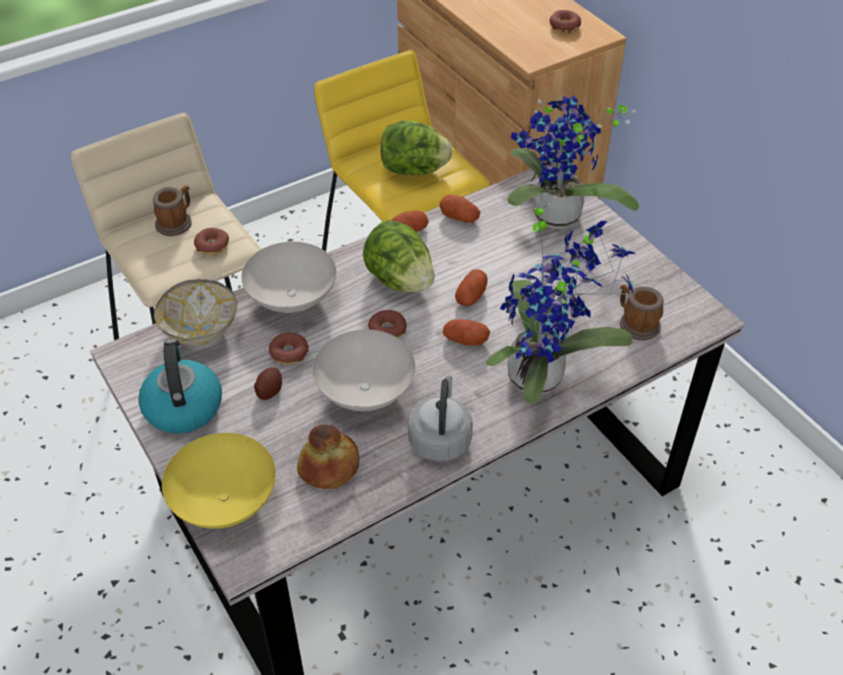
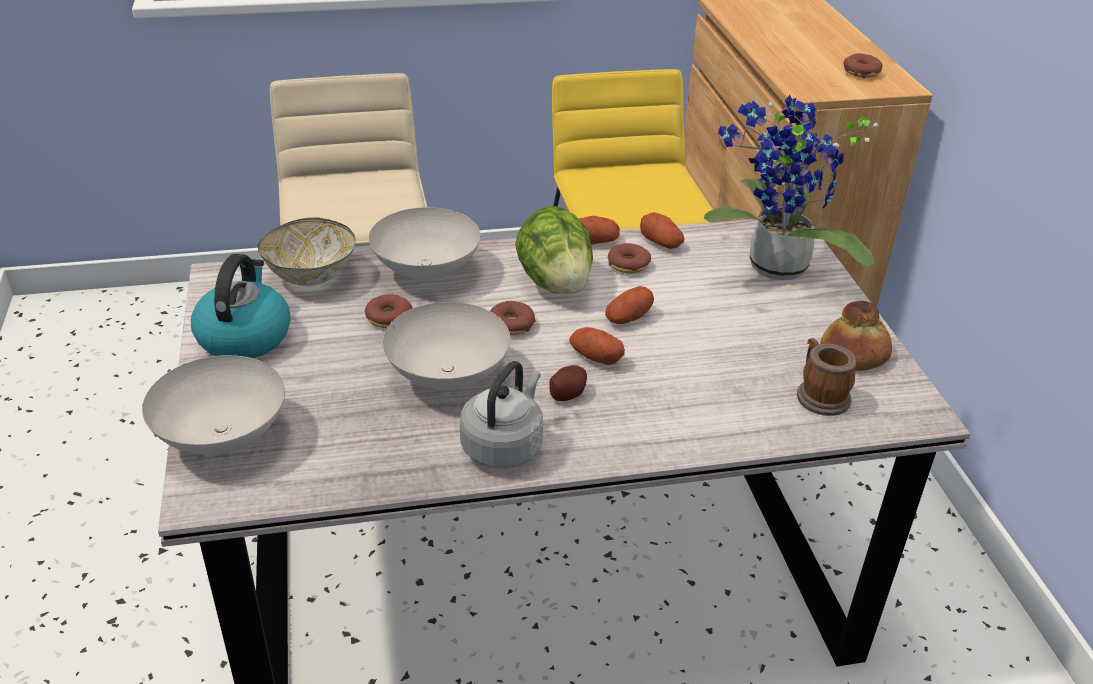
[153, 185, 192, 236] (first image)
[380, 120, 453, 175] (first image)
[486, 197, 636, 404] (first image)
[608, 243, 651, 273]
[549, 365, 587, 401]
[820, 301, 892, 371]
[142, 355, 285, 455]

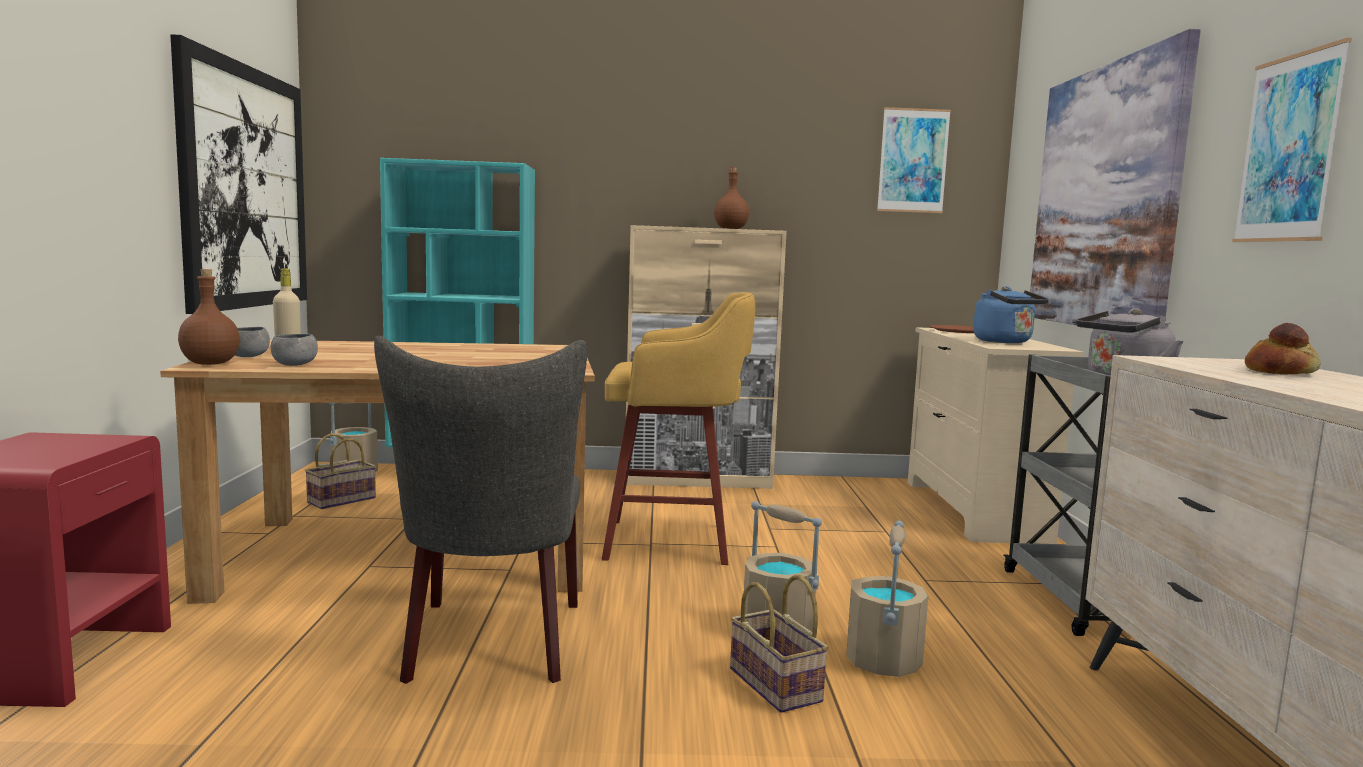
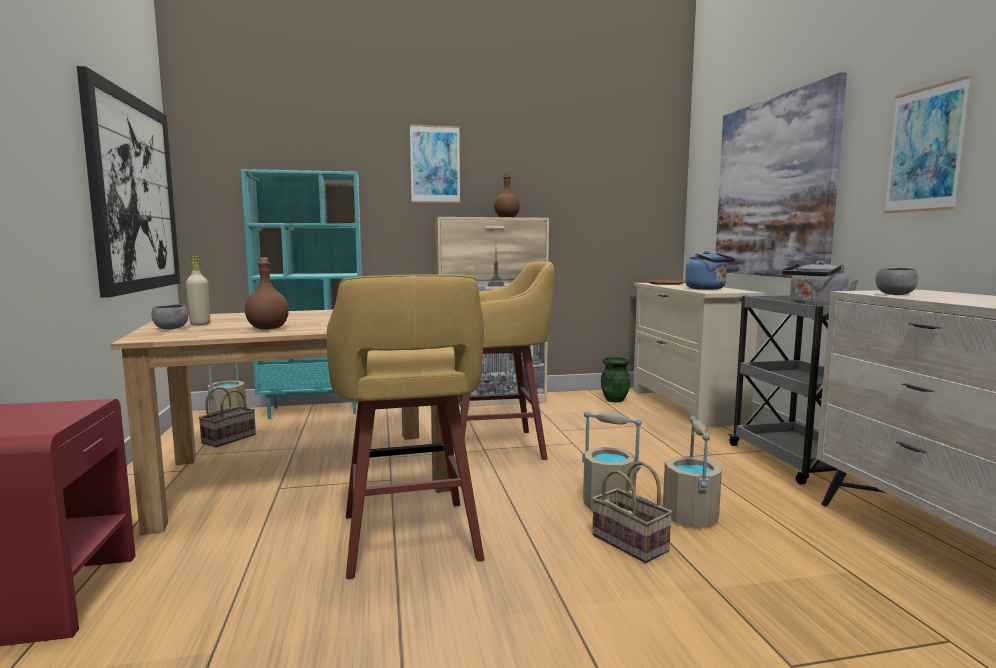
[1245, 323, 1321, 374] (first image)
[601, 357, 631, 402]
[245, 257, 289, 330]
[875, 268, 918, 295]
[410, 124, 460, 203]
[326, 274, 484, 579]

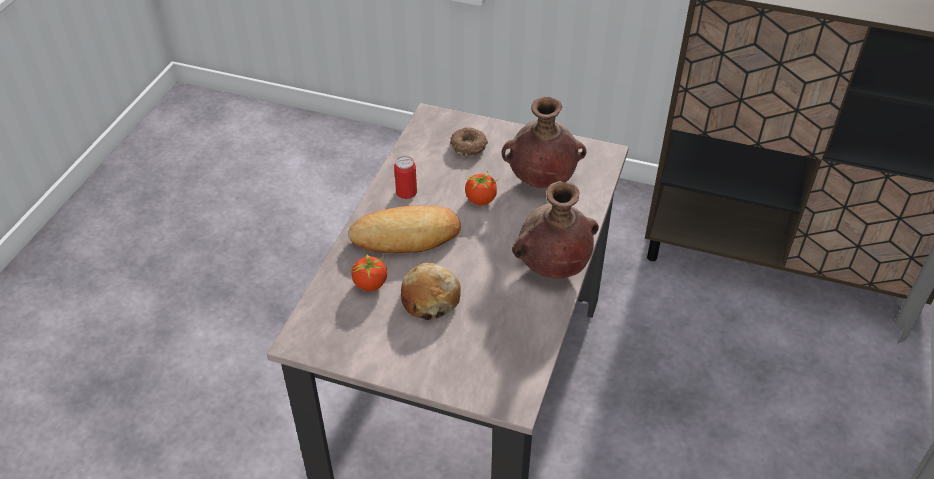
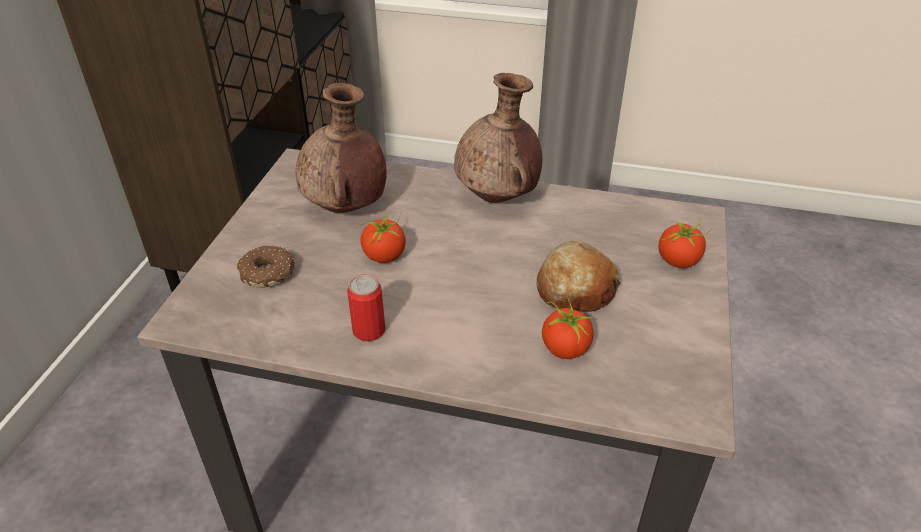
[348, 206, 461, 253] (first image)
[659, 218, 713, 268]

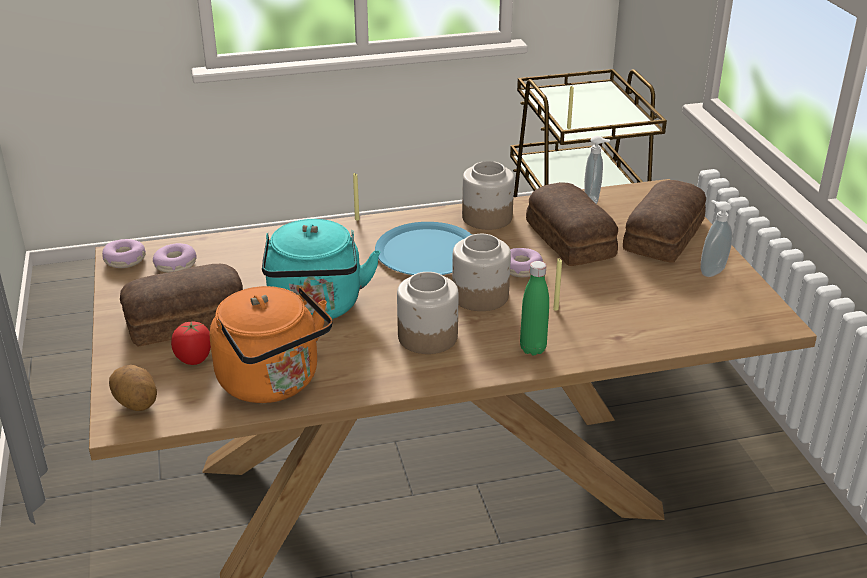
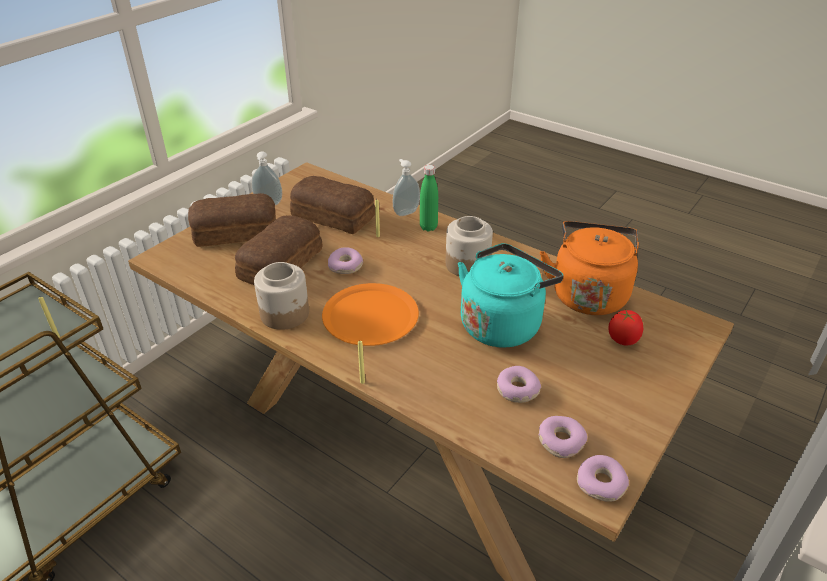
[109, 365, 157, 411] (first image)
[452, 234, 511, 311] (first image)
[497, 366, 541, 403]
[290, 176, 375, 234]
[393, 159, 420, 216]
[322, 283, 419, 346]

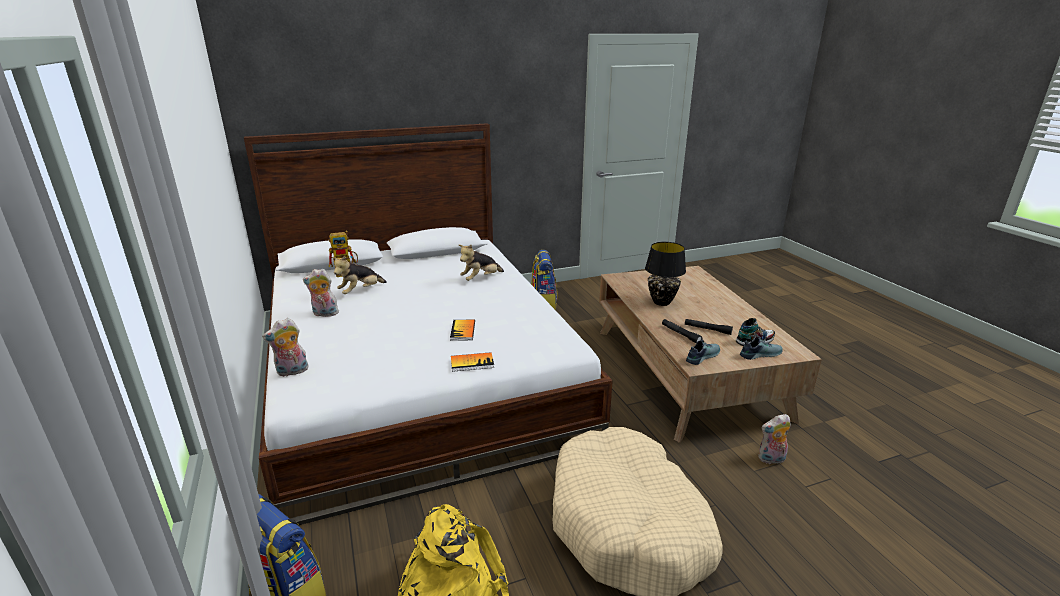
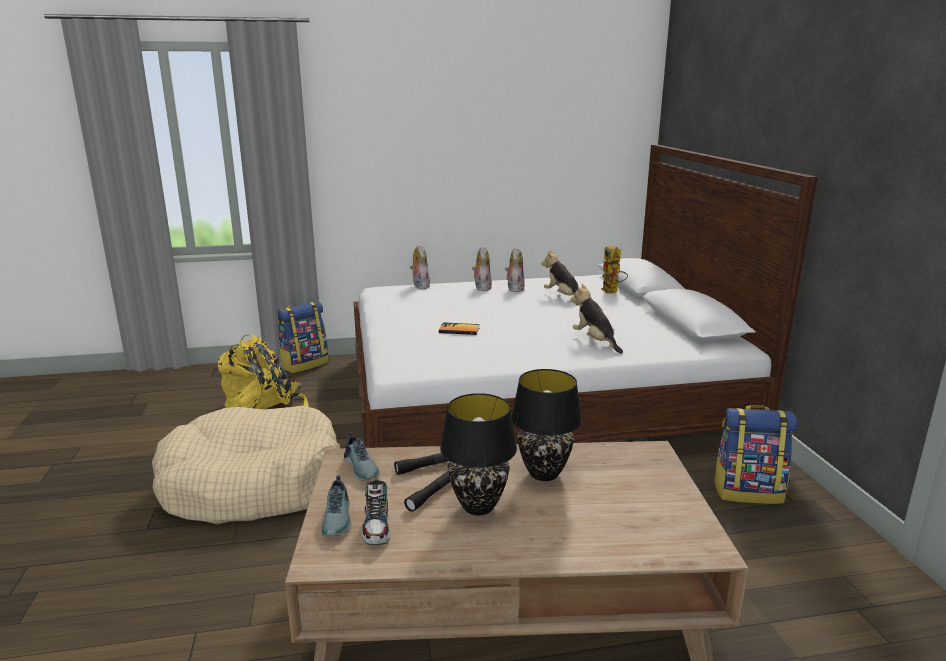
[451, 352, 494, 372] (first image)
[440, 393, 517, 515]
[472, 245, 492, 291]

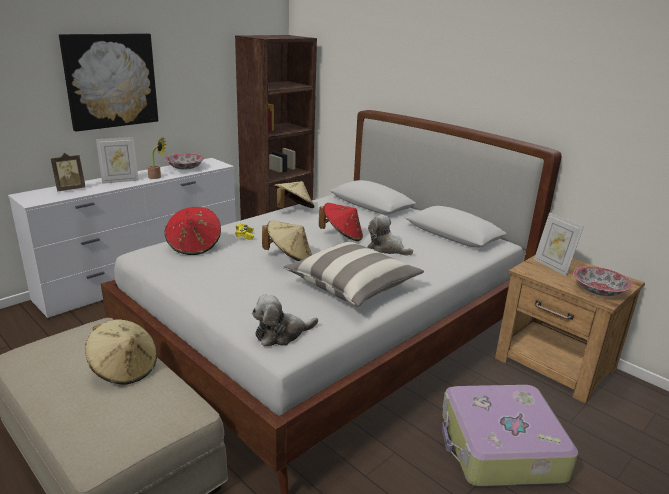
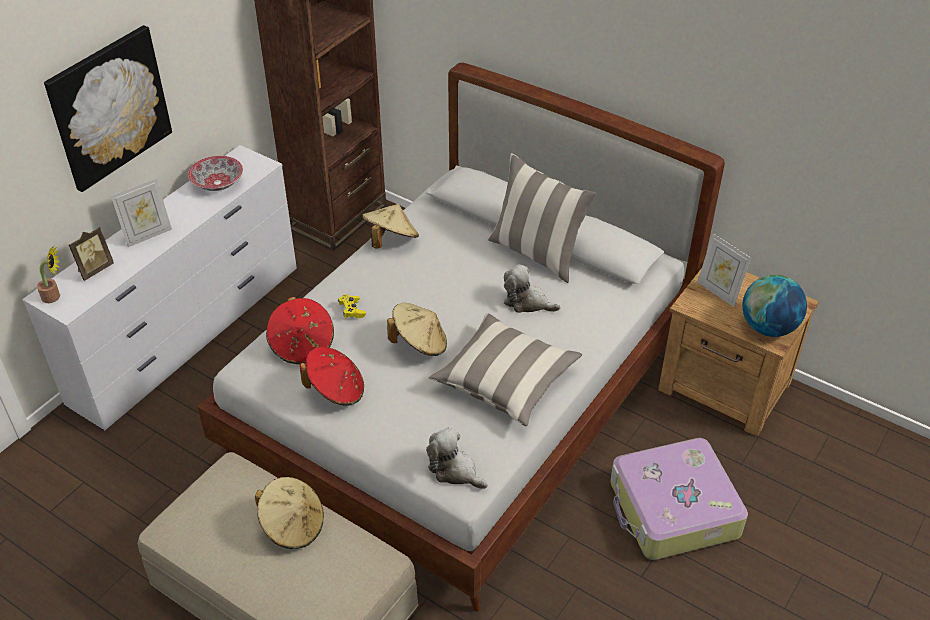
[488, 153, 596, 283]
[37, 245, 60, 303]
[300, 347, 364, 406]
[742, 275, 807, 337]
[426, 427, 488, 489]

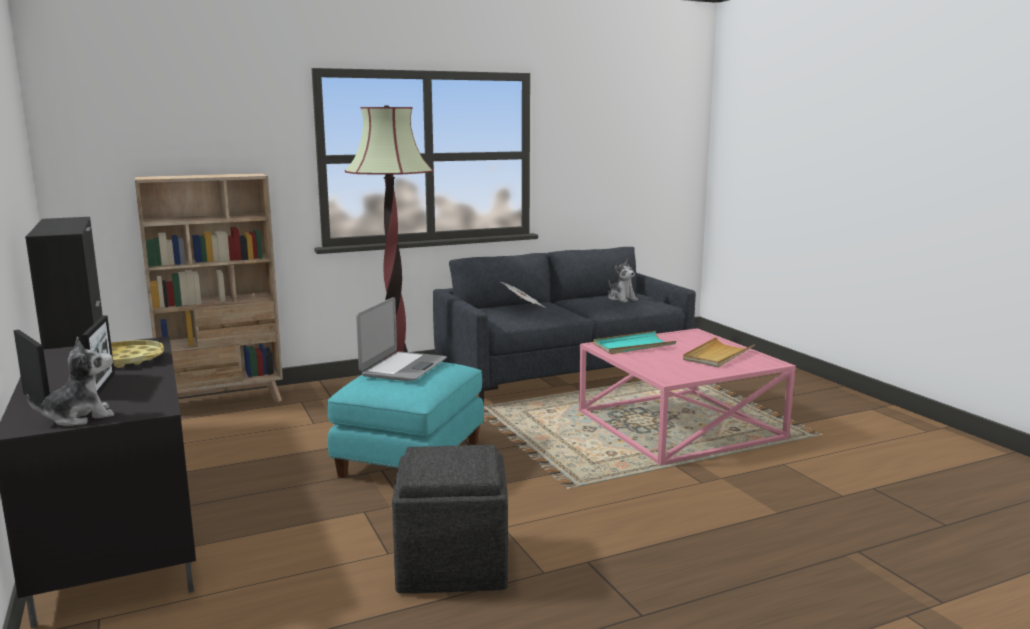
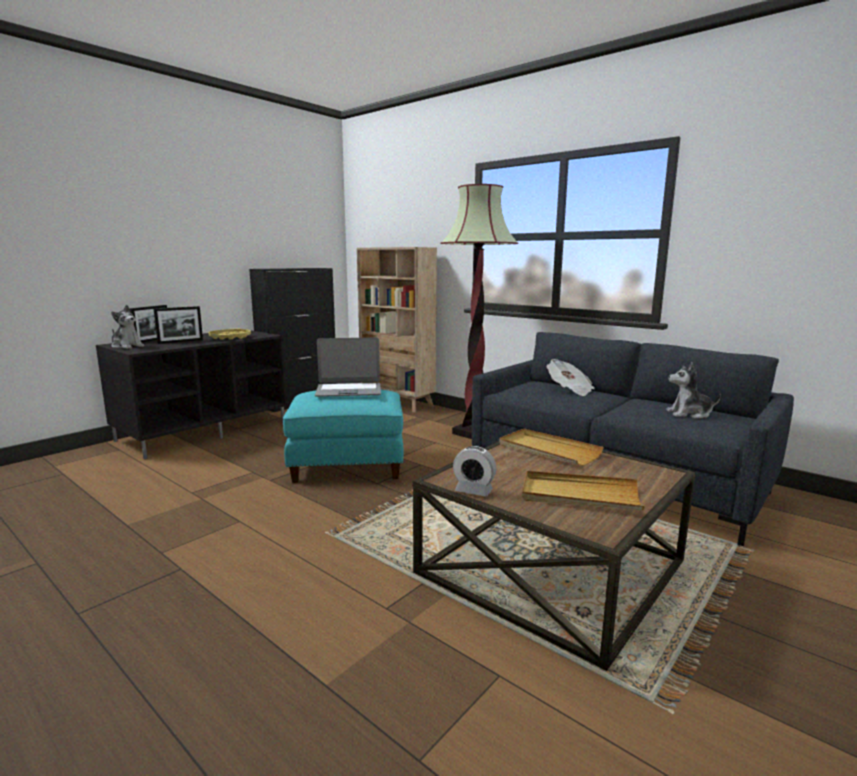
[392, 445, 508, 594] (first image)
[453, 446, 497, 497]
[413, 441, 696, 671]
[499, 429, 604, 466]
[666, 362, 721, 419]

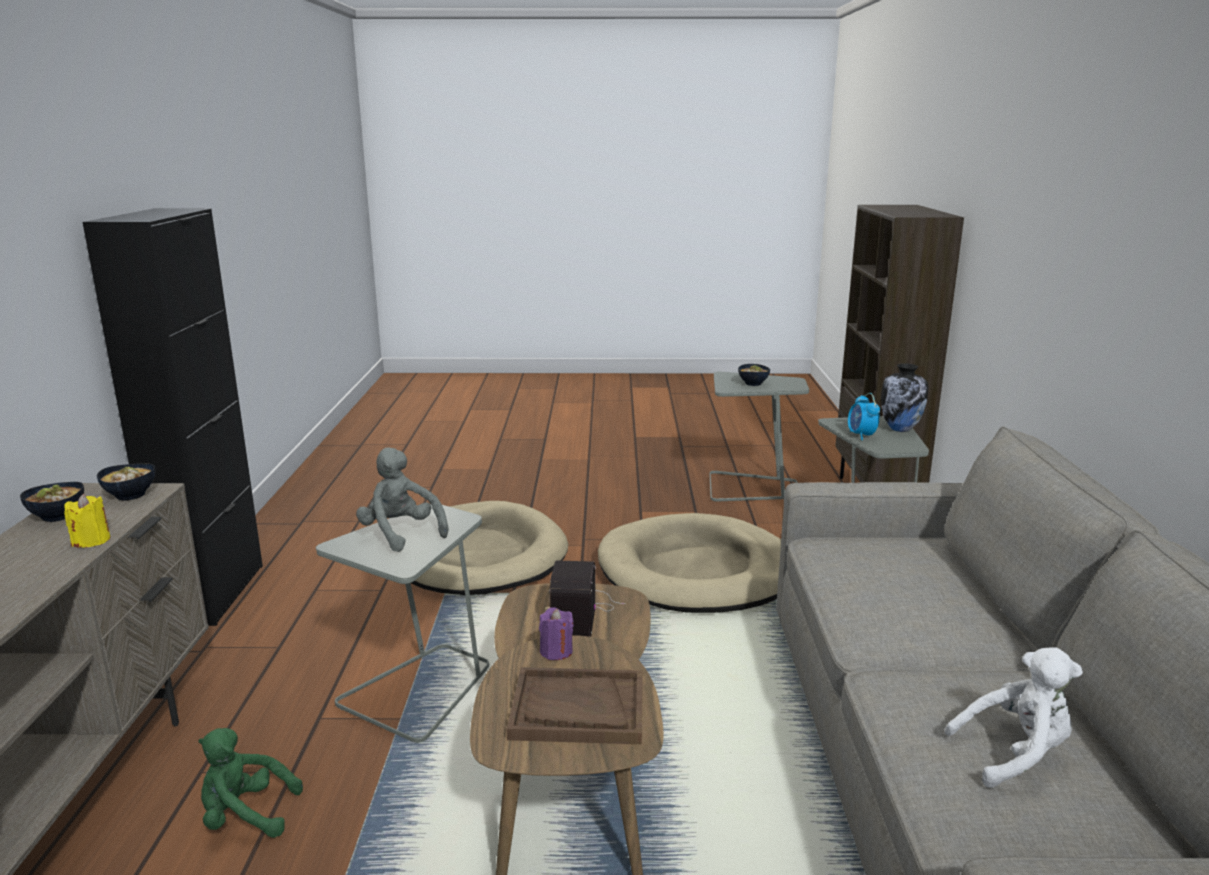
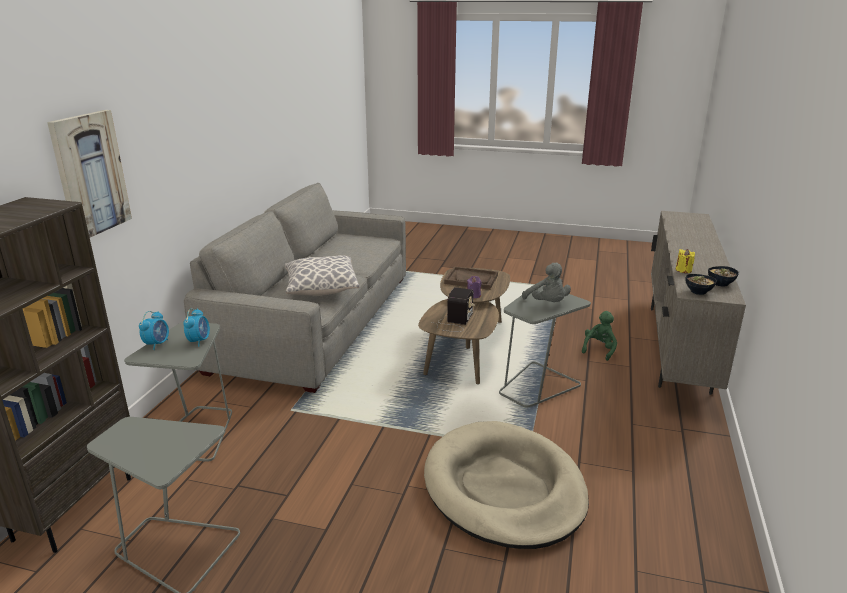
[83, 208, 263, 626] (first image)
[598, 513, 781, 613] (first image)
[738, 364, 770, 386] (first image)
[945, 647, 1083, 788] (first image)
[47, 110, 132, 238]
[285, 255, 360, 296]
[139, 311, 169, 350]
[582, 311, 617, 361]

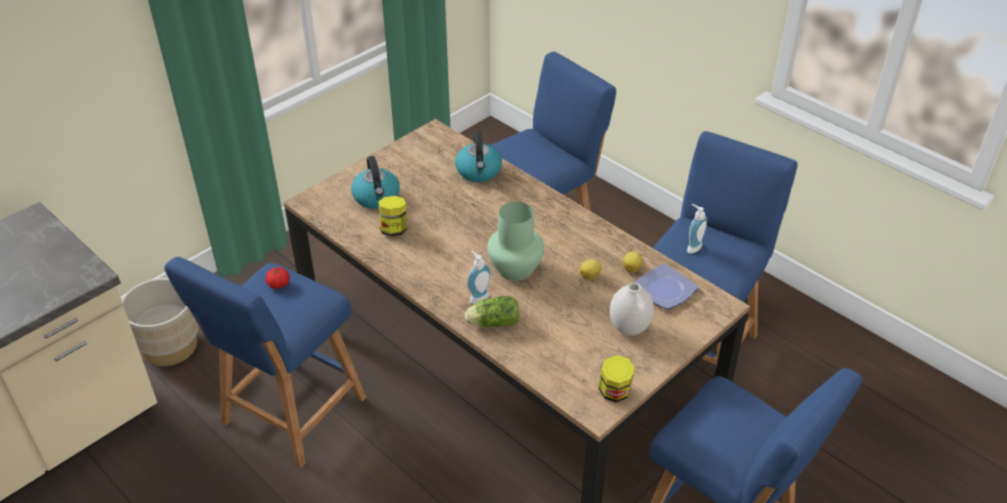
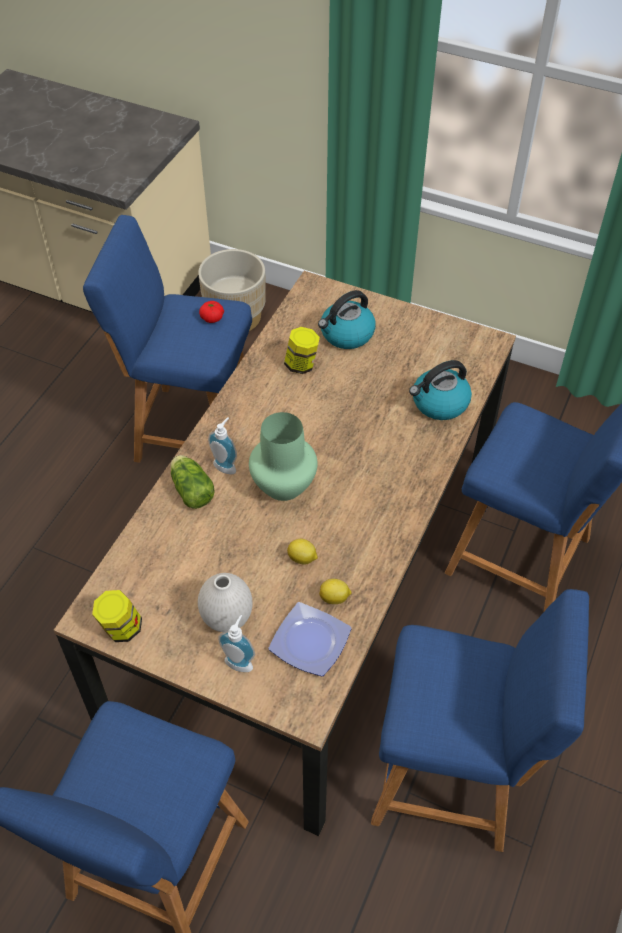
[218, 615, 255, 672]

